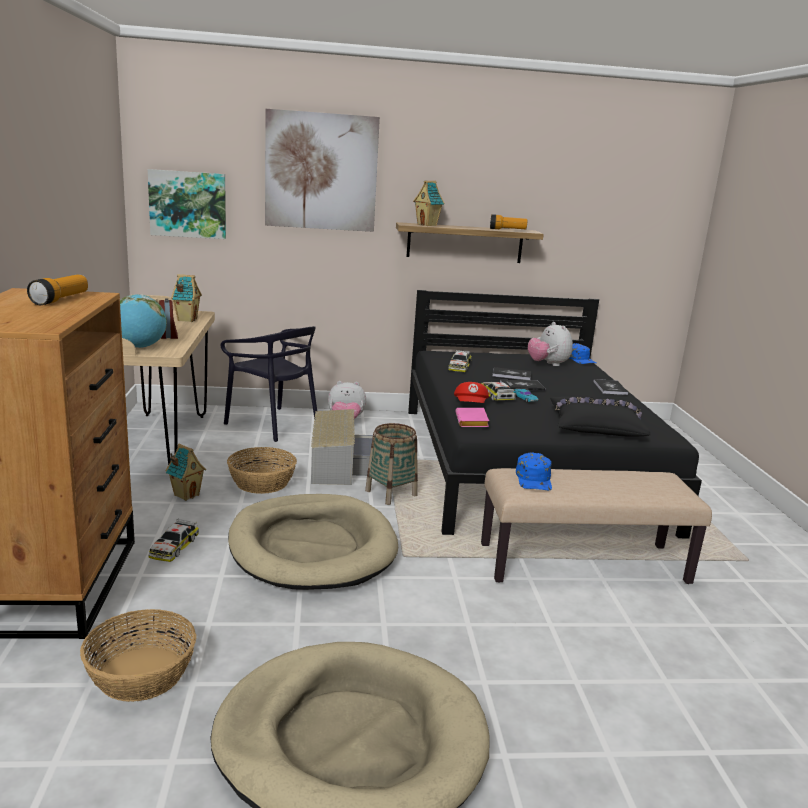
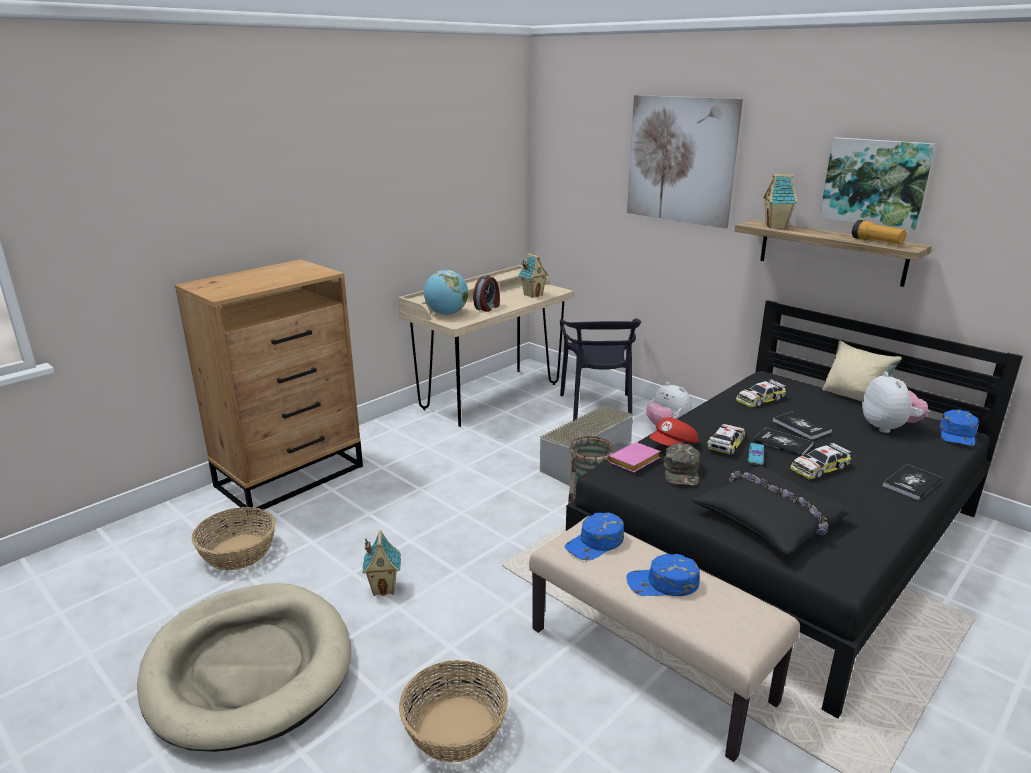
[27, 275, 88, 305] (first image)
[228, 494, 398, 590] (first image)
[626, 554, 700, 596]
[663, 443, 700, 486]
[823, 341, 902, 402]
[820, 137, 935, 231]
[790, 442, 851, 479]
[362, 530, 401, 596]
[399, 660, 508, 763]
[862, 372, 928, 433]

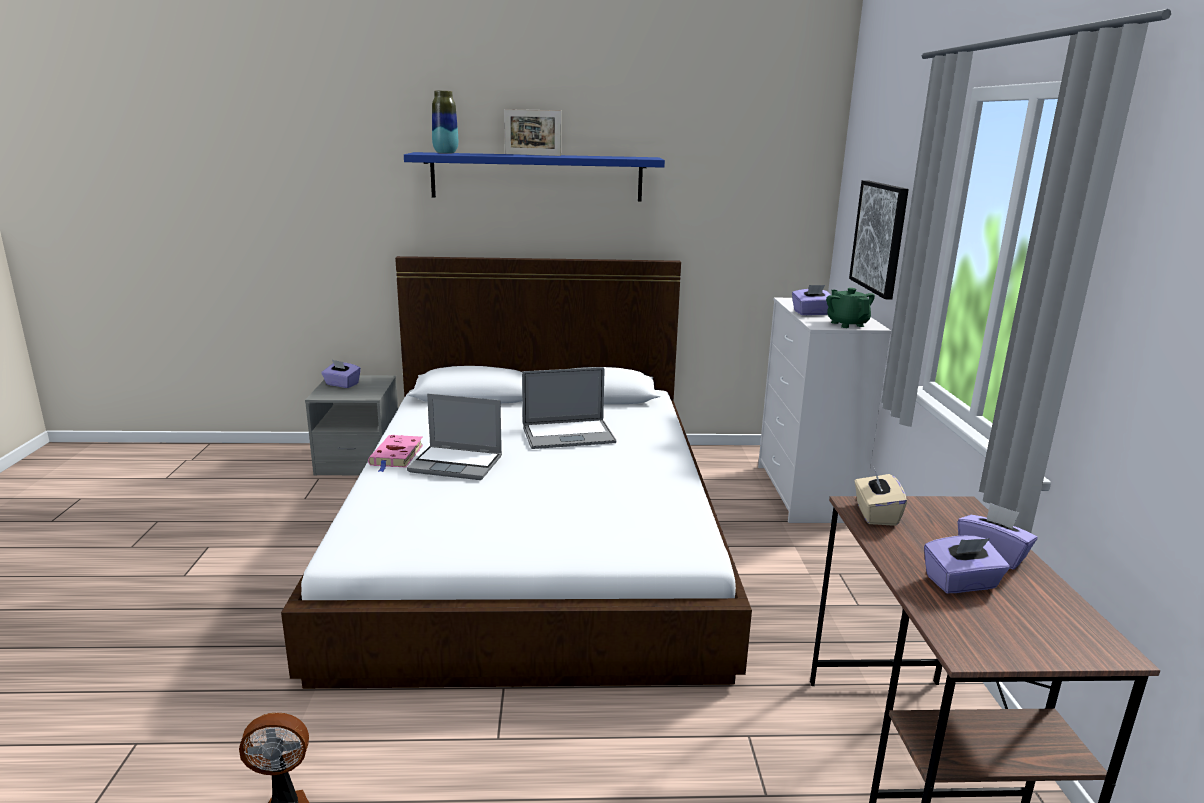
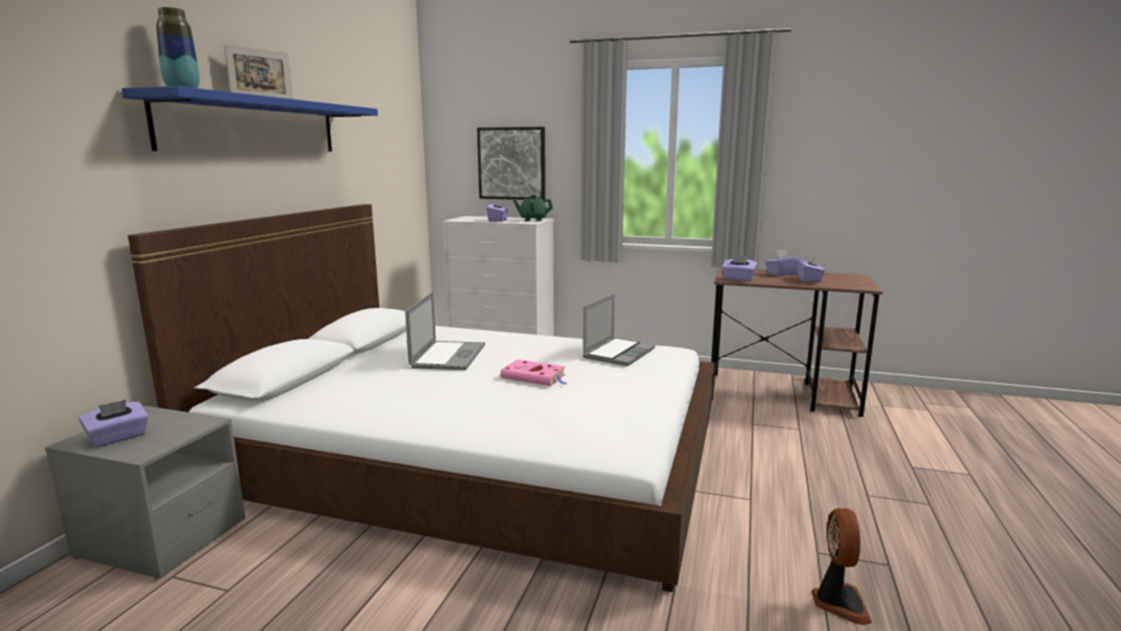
[500, 359, 567, 386]
[583, 294, 655, 366]
[722, 255, 758, 281]

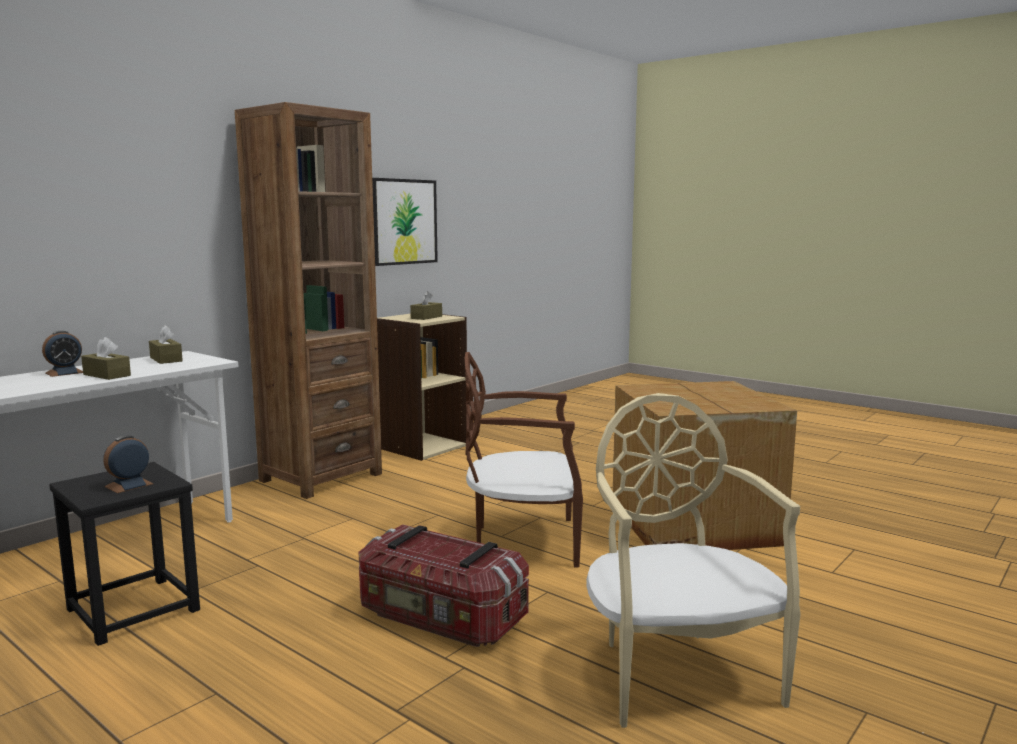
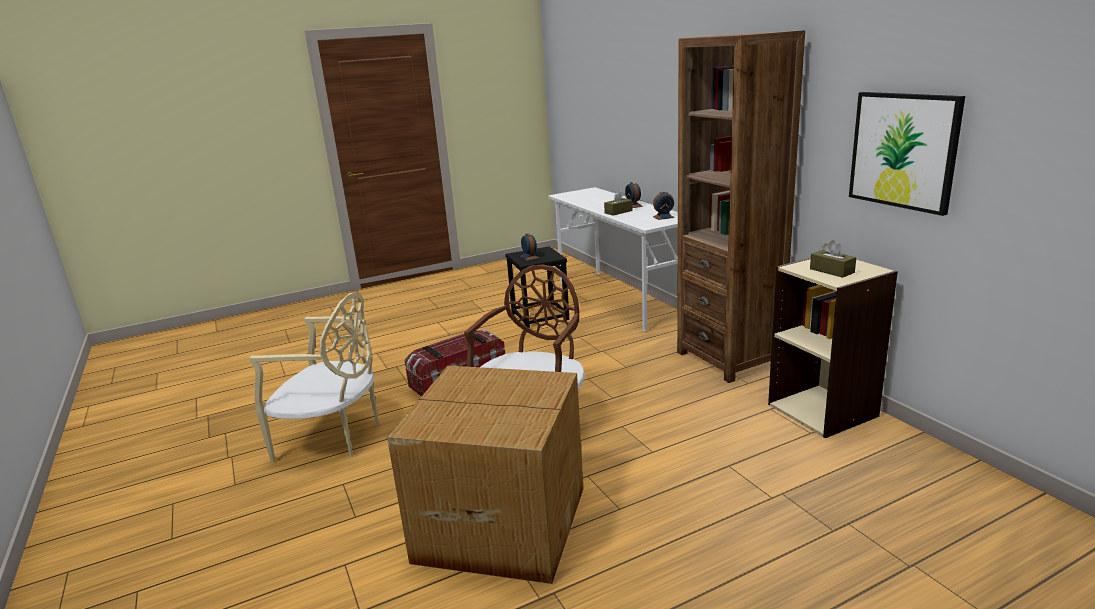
[653, 192, 675, 220]

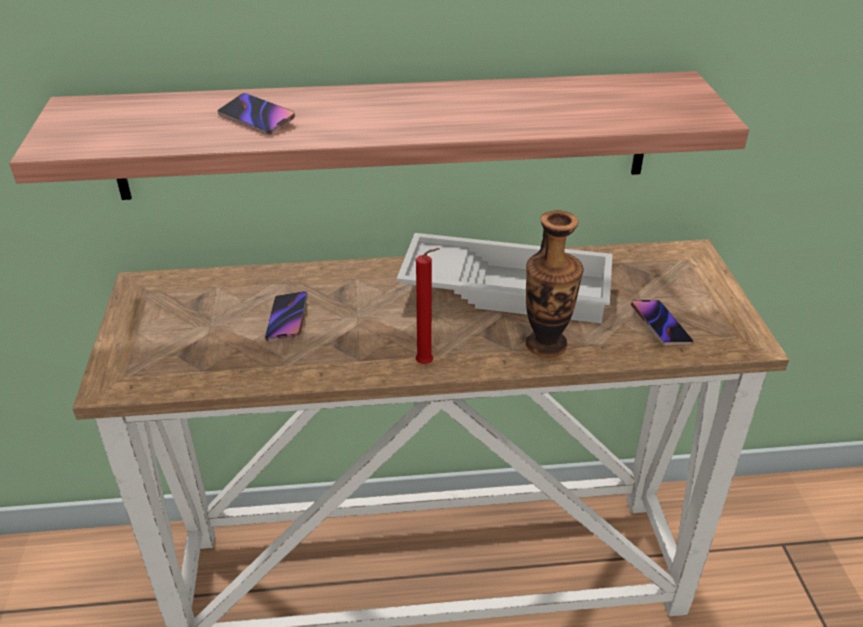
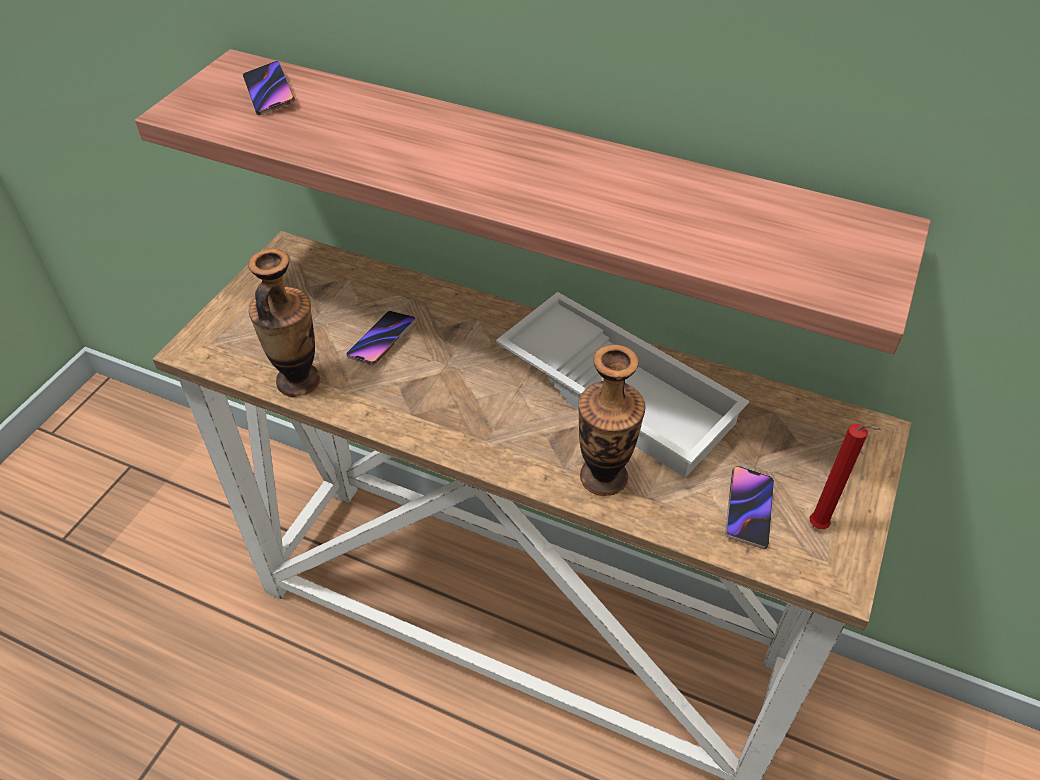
[248, 249, 320, 397]
[243, 61, 295, 115]
[810, 424, 881, 529]

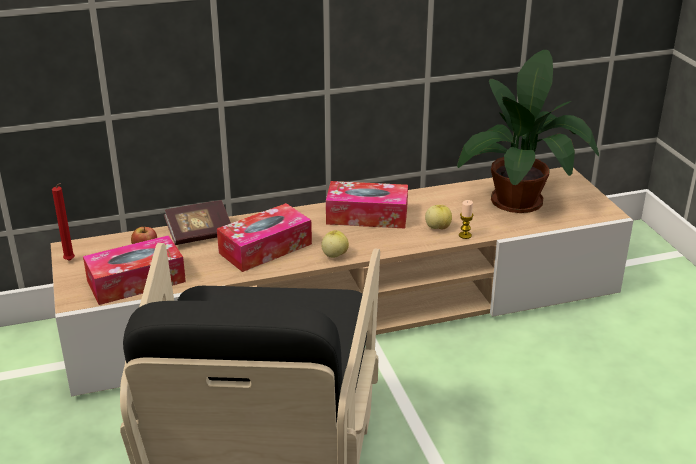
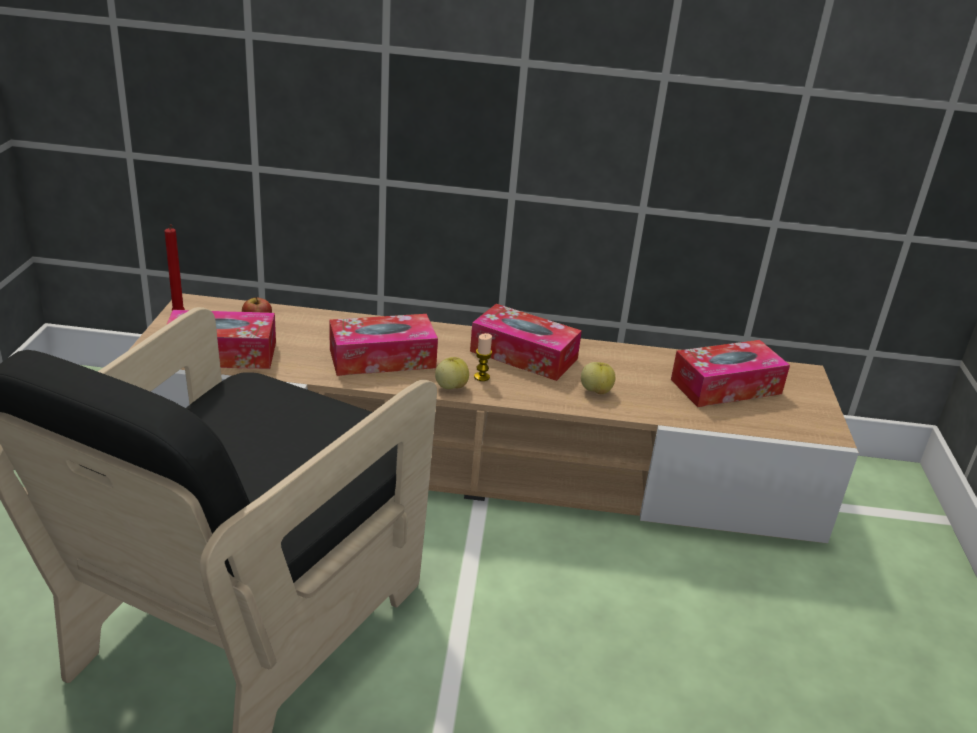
[164, 200, 231, 245] (first image)
[474, 333, 492, 381]
[671, 340, 790, 407]

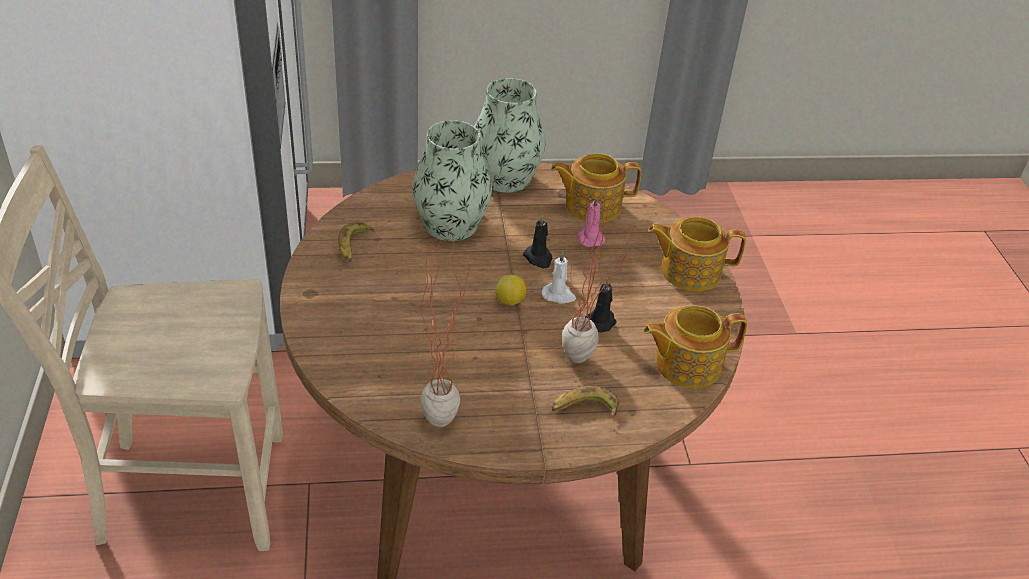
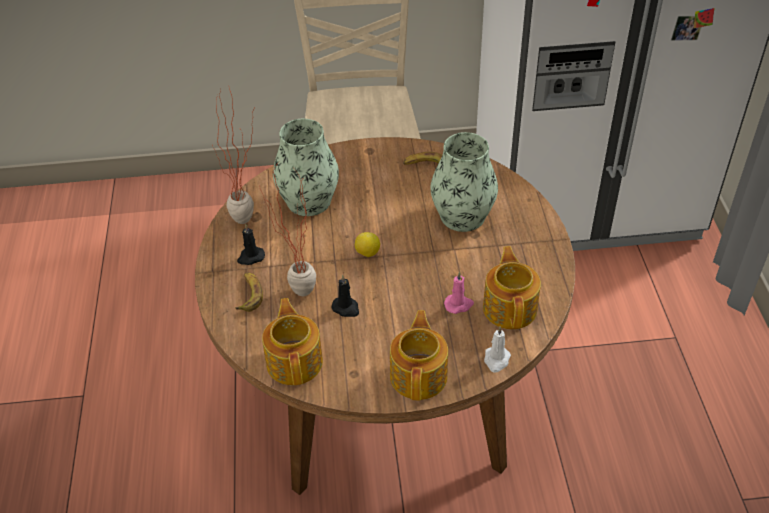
[273, 119, 339, 216]
[237, 224, 265, 265]
[484, 326, 511, 372]

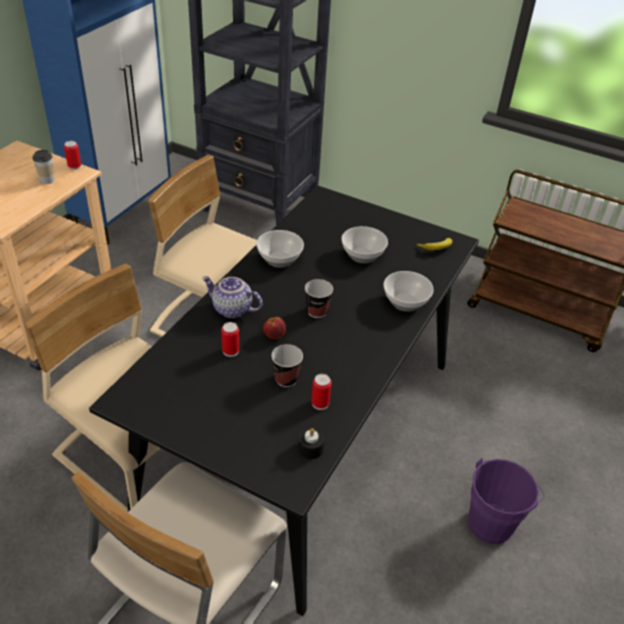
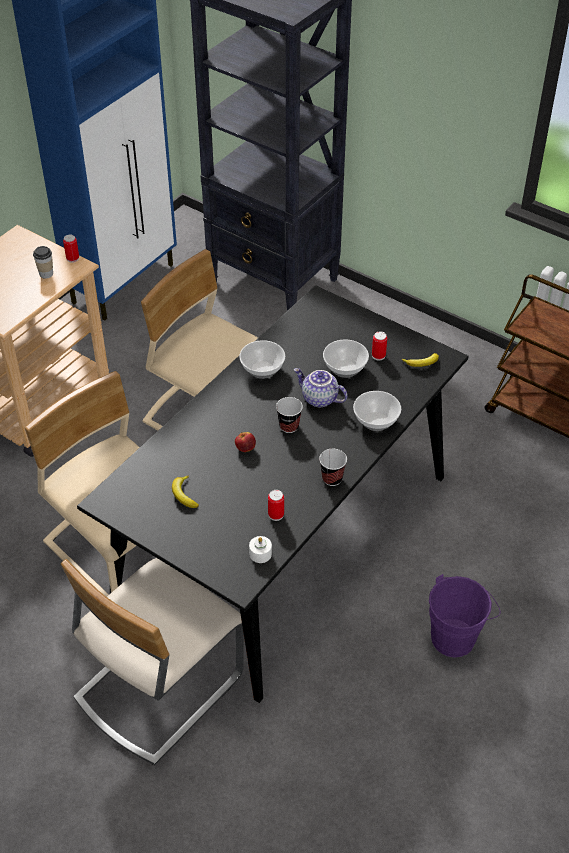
[172, 476, 199, 508]
[294, 368, 348, 407]
[372, 331, 387, 361]
[319, 449, 347, 486]
[249, 536, 272, 563]

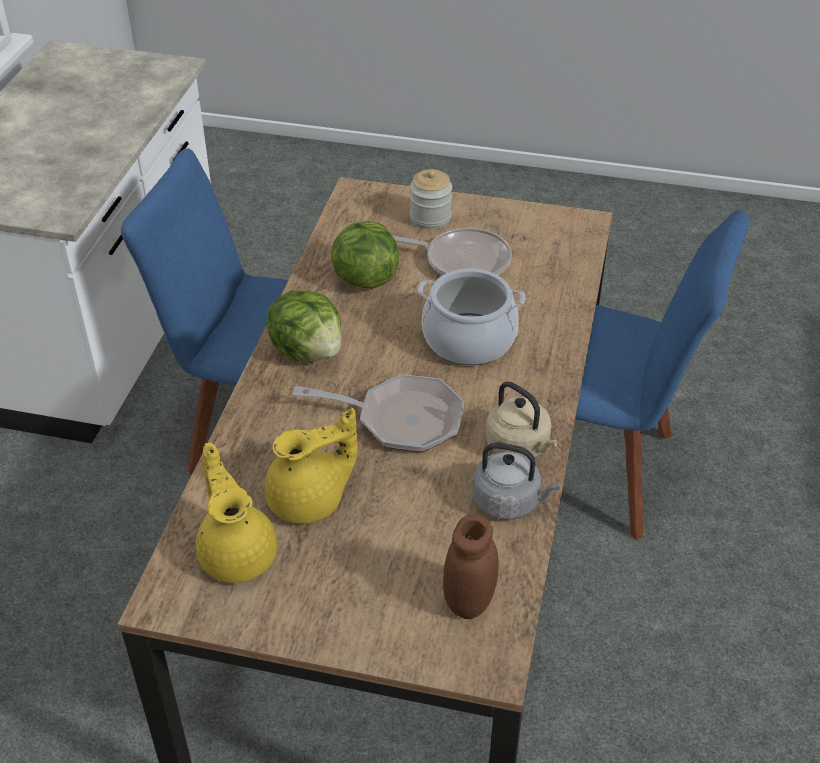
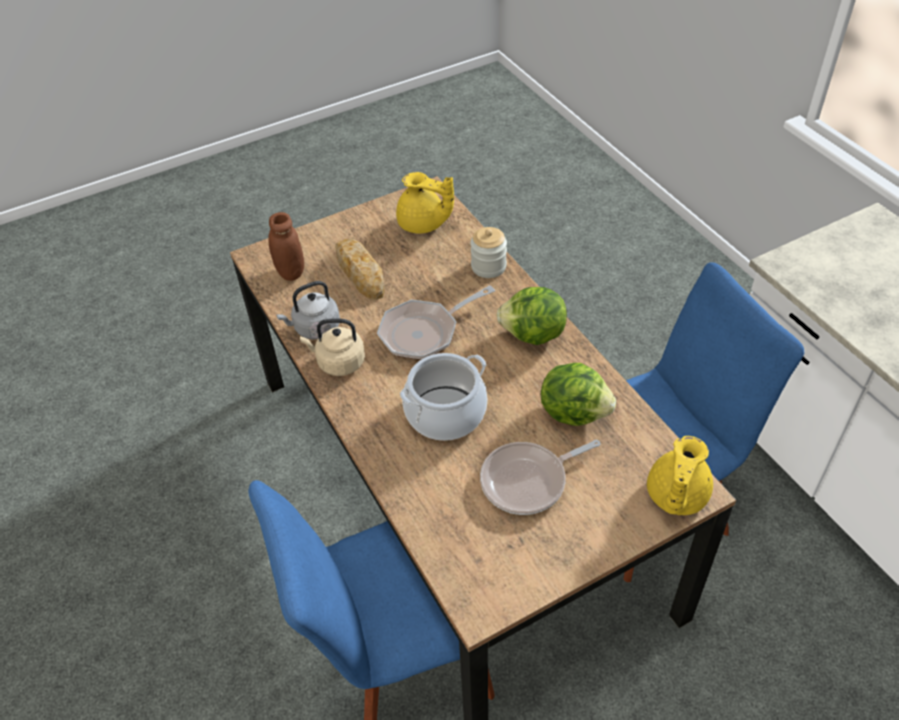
[335, 239, 385, 300]
[647, 436, 713, 515]
[471, 227, 507, 278]

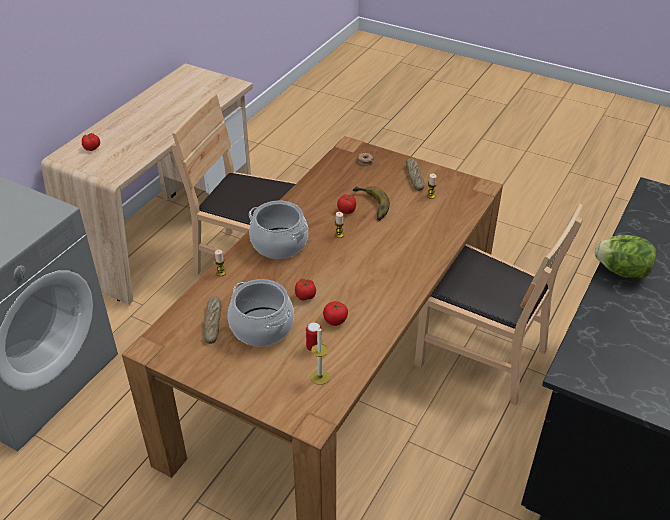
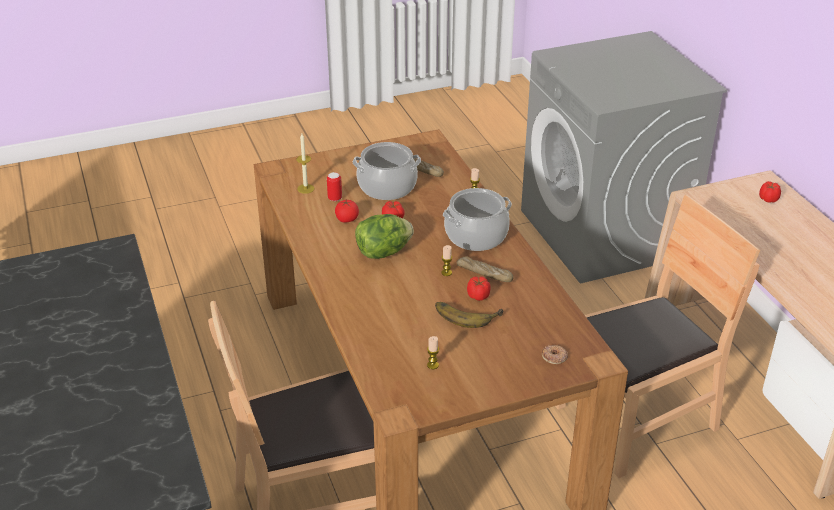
[457, 256, 514, 282]
[355, 214, 414, 259]

